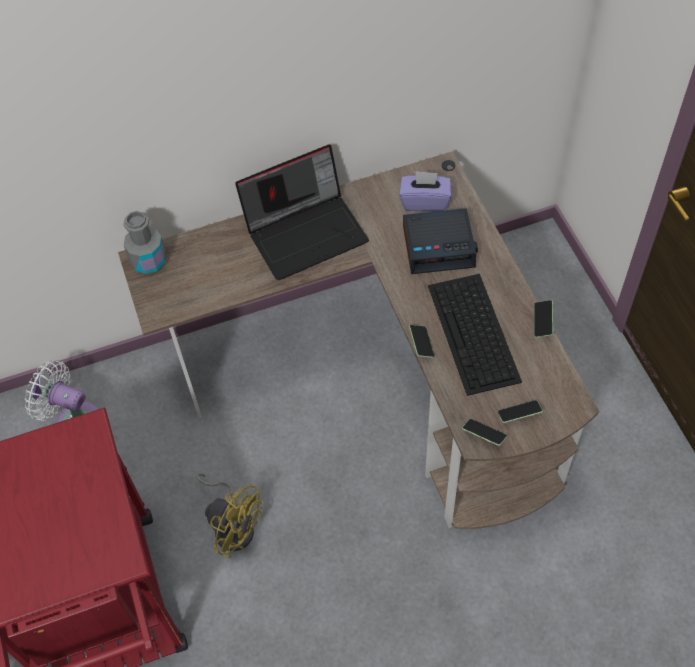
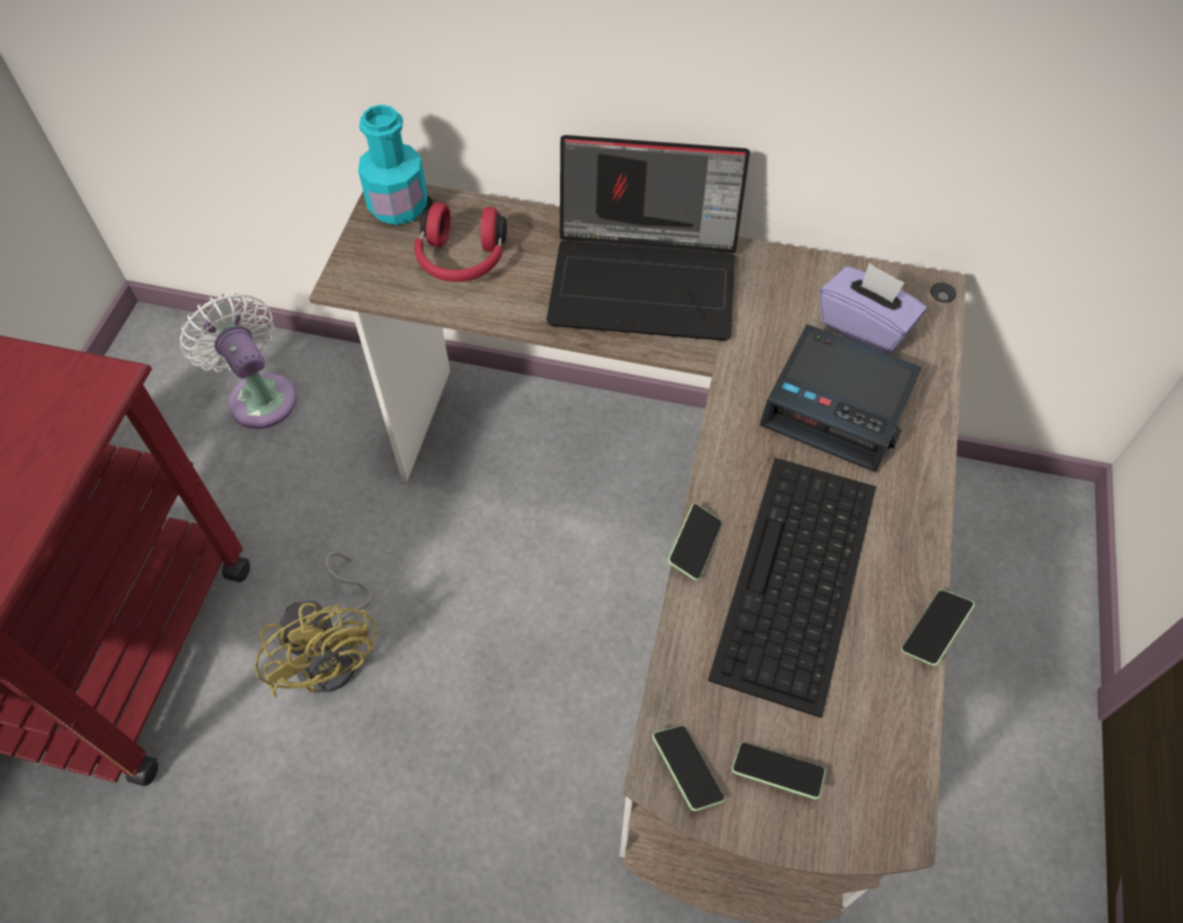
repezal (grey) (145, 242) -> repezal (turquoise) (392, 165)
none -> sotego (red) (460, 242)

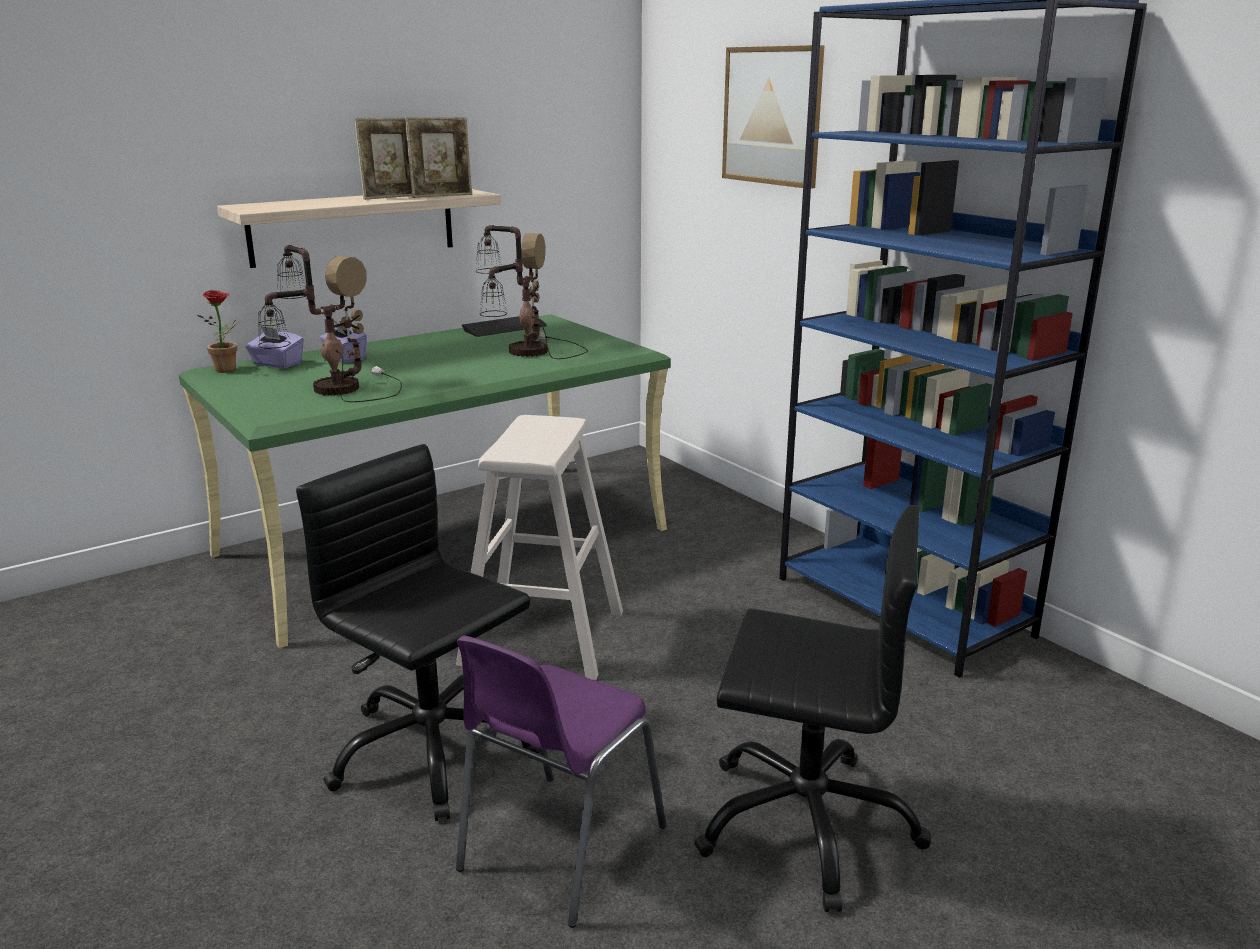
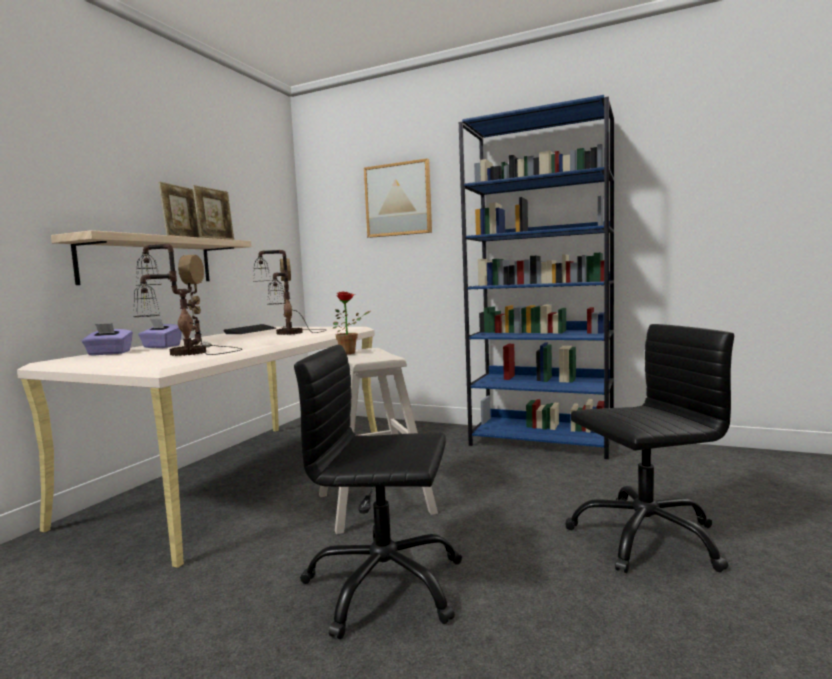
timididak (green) (425, 481) -> timididak (beige) (197, 447)
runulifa (219, 331) -> runulifa (352, 322), moved
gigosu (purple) (561, 781) -> none

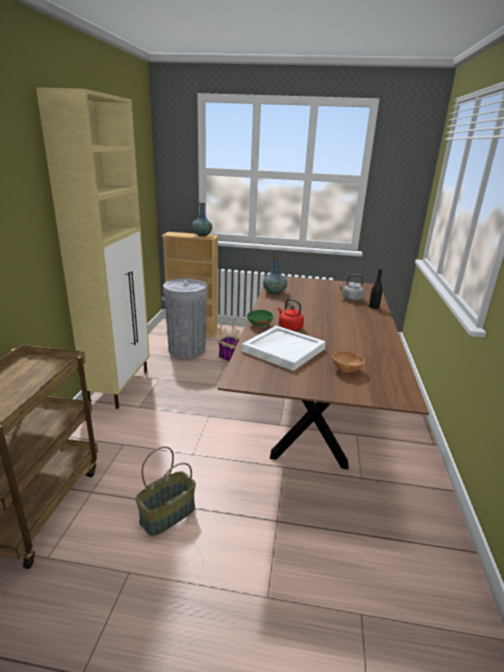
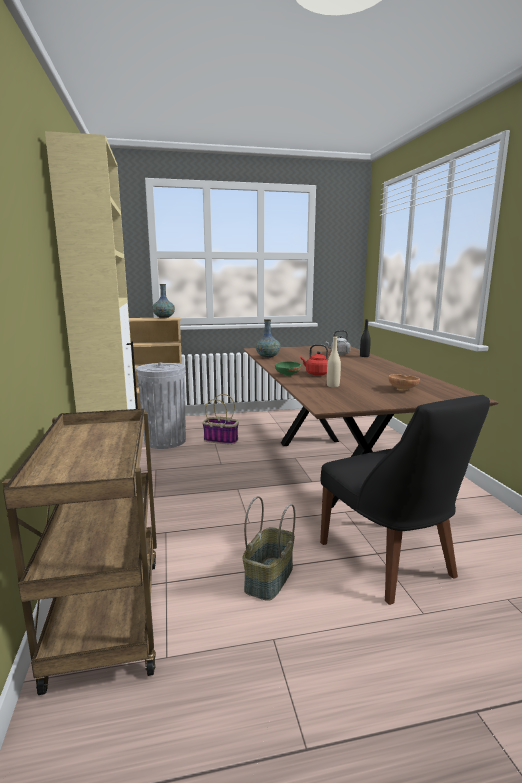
none -> gigosu (black) (405, 500)
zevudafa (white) (284, 348) -> repezal (beige) (334, 361)

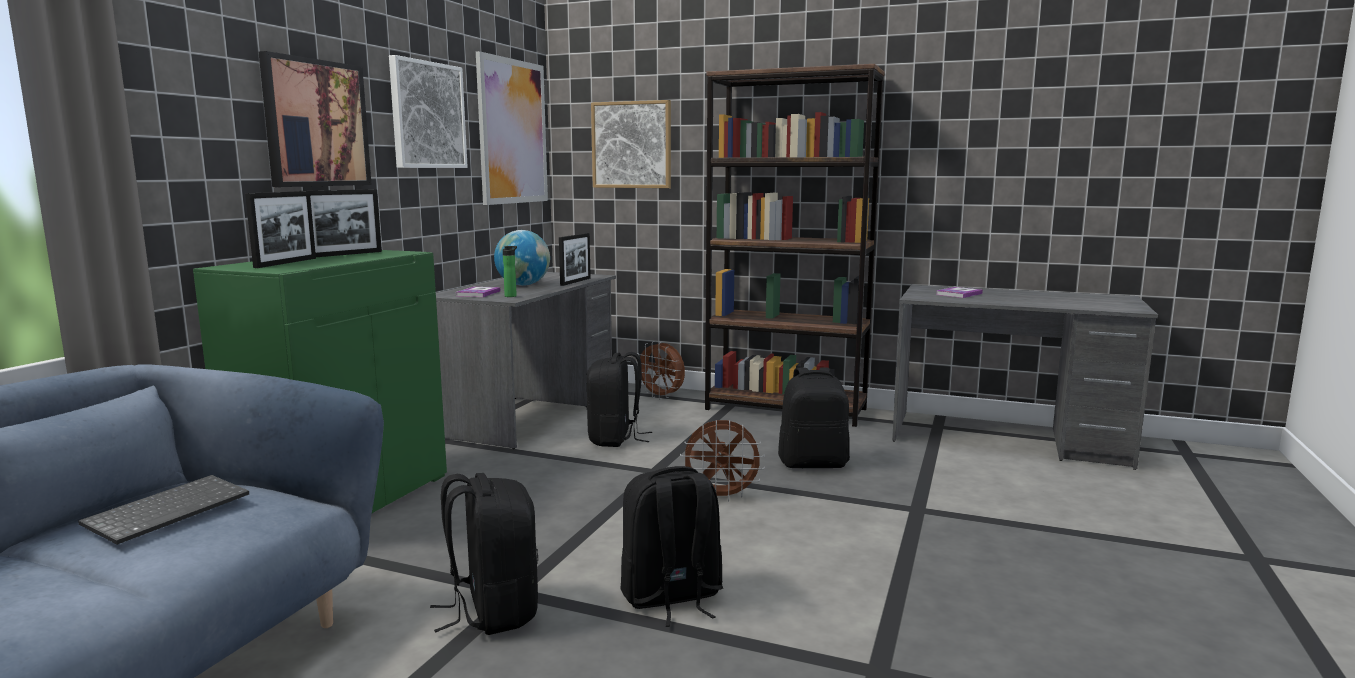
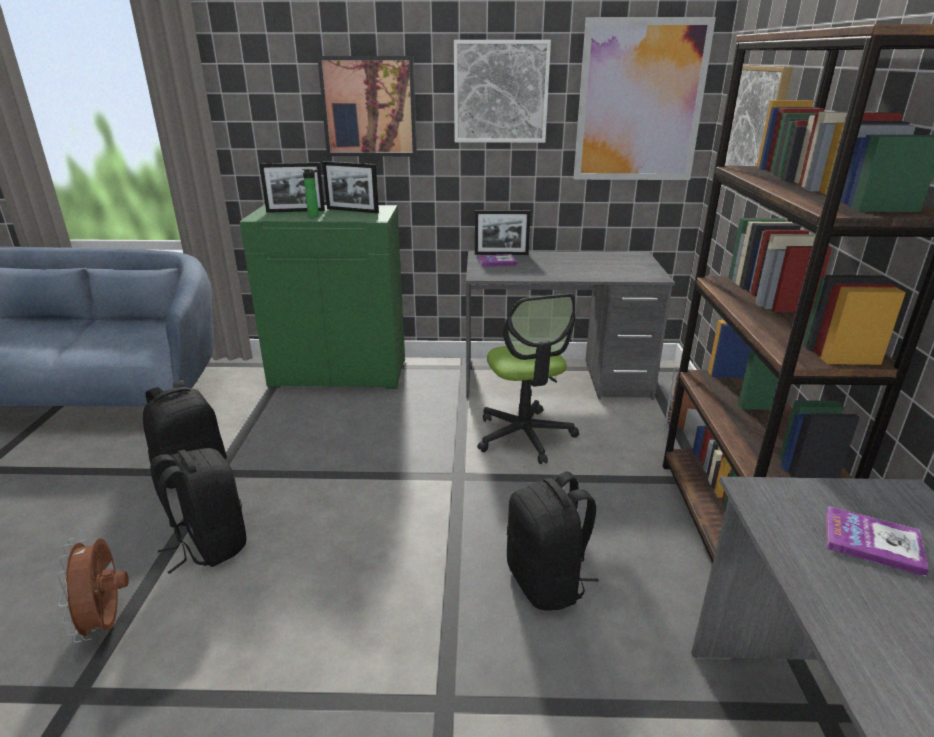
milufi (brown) (722, 461) -> milufi (brown) (93, 590), moved
repezal (510, 271) -> repezal (310, 192), moved
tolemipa (575, 259) -> tolemipa (503, 232), moved
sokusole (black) (619, 399) -> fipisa (528, 379)
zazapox (163, 510) -> none
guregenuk (522, 258) -> none

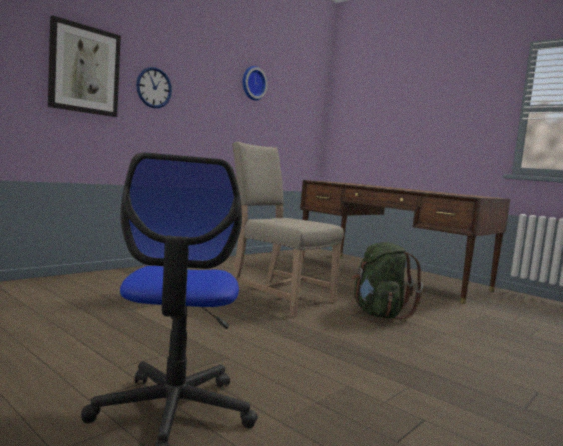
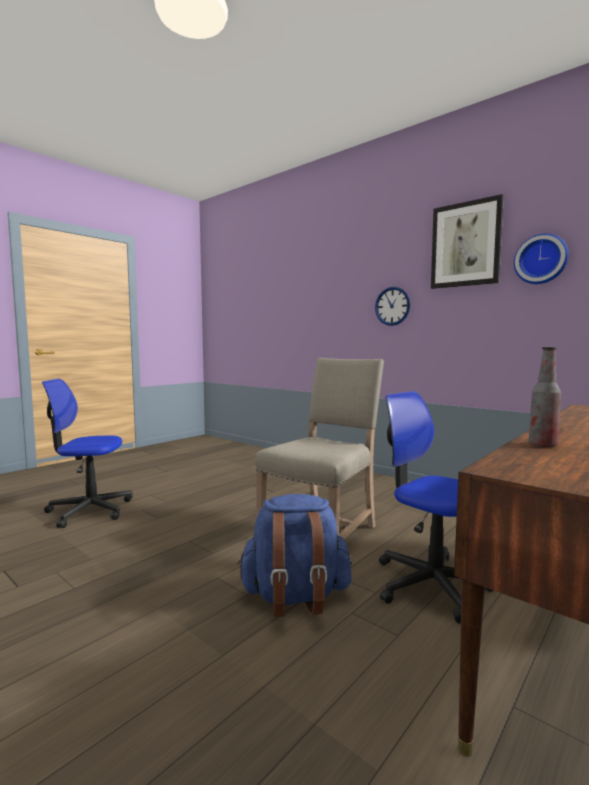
sokusole (green) (387, 280) -> sokusole (blue) (294, 555)
none -> fipisa (436, 507)
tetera (84, 66) -> tetera (467, 241), moved
none -> repezal (545, 397)

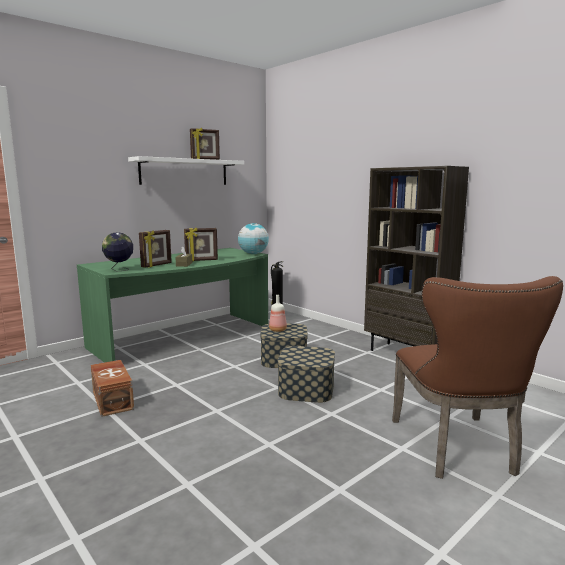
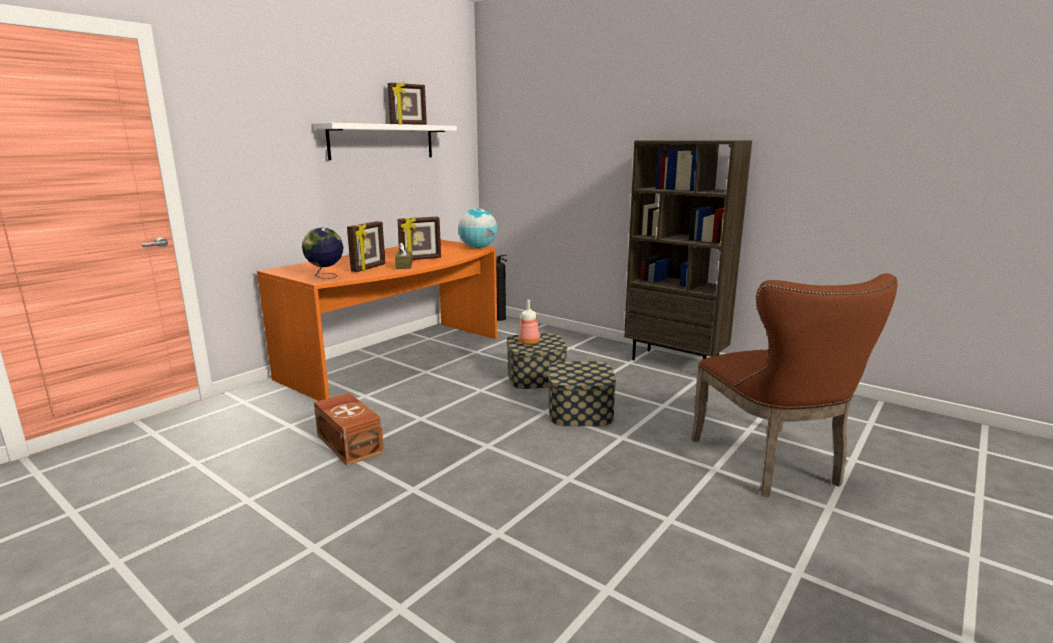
timididak (green) (172, 305) -> timididak (orange) (377, 320)

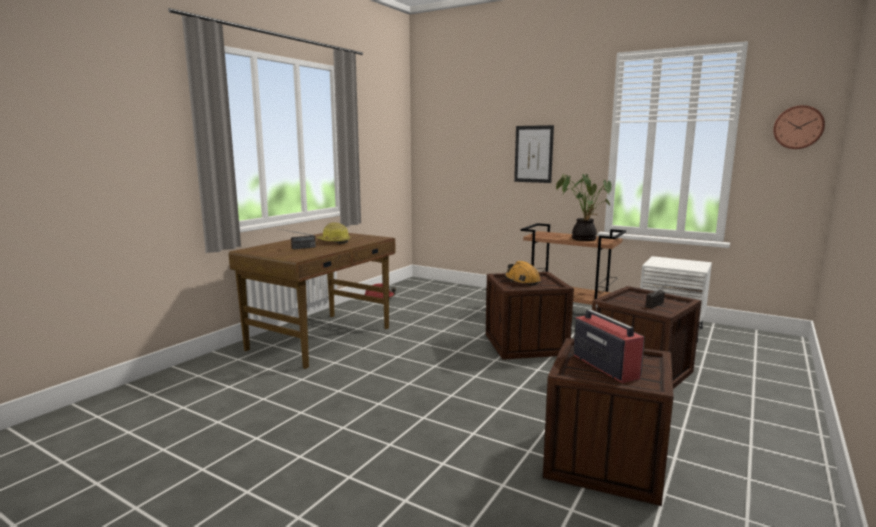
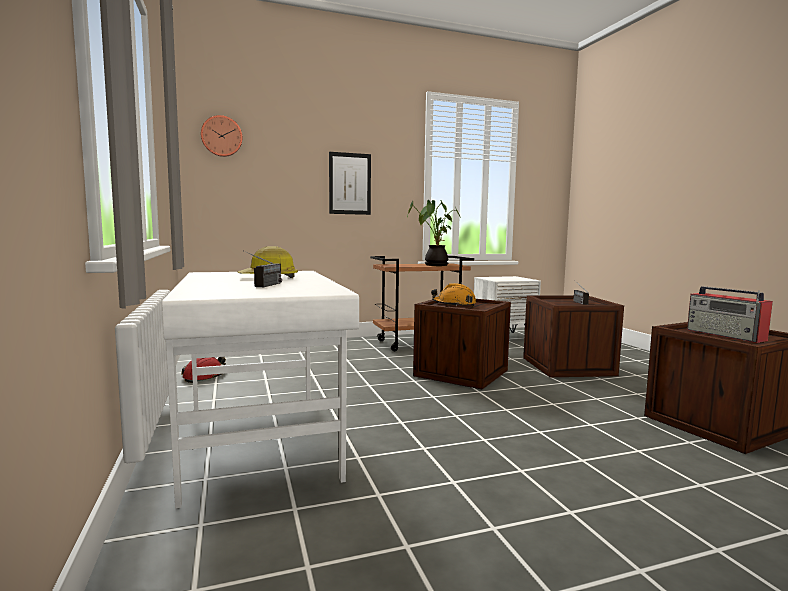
timididak (brown) (312, 301) -> timididak (white) (260, 390)
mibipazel (799, 127) -> mibipazel (221, 136), moved
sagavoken (609, 343) -> sagavoken (730, 314), 135 degrees counterclockwise

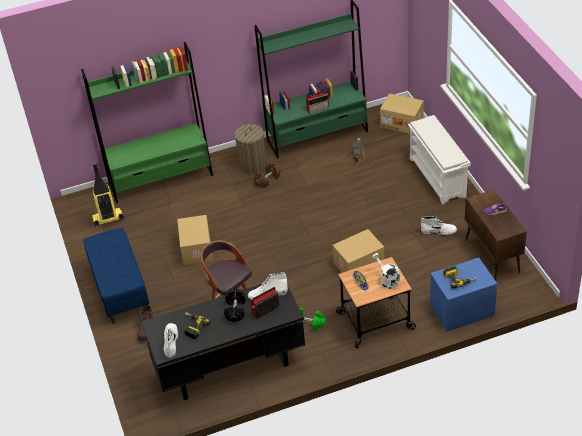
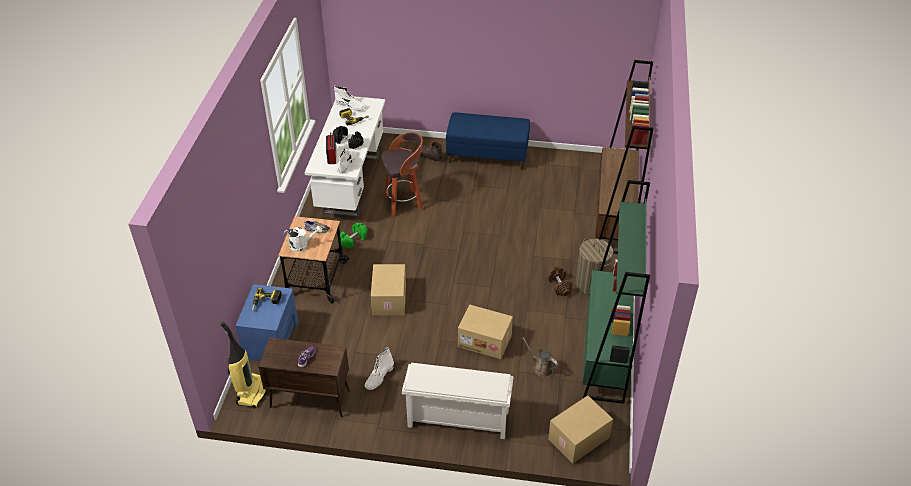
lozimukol (107, 194) -> lozimukol (244, 365), moved
timididak (black) (223, 341) -> timididak (white) (344, 157)
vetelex (195, 240) -> vetelex (485, 332), moved
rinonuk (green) (147, 123) -> rinonuk (brown) (624, 157)
sagavoken (317, 102) -> none

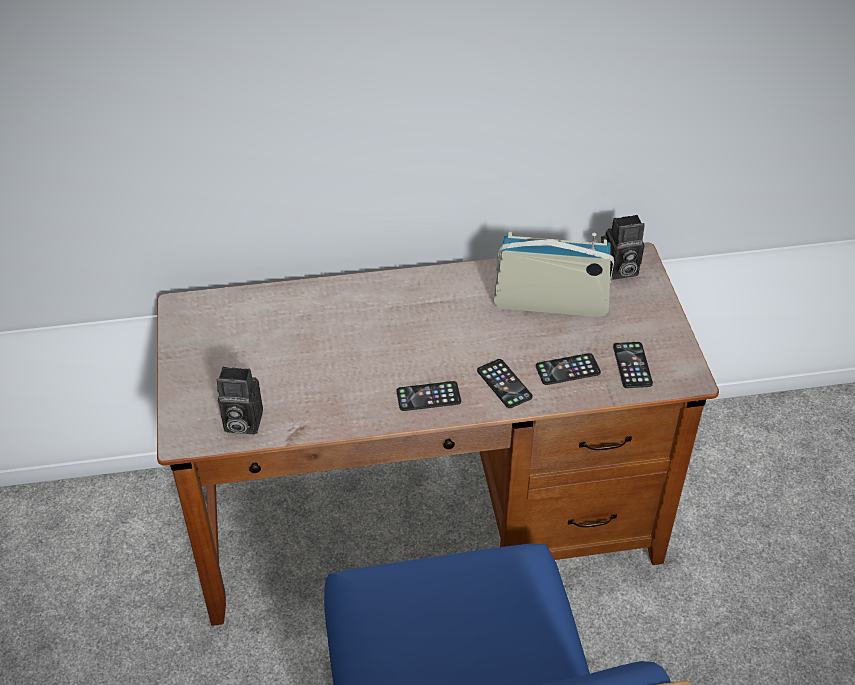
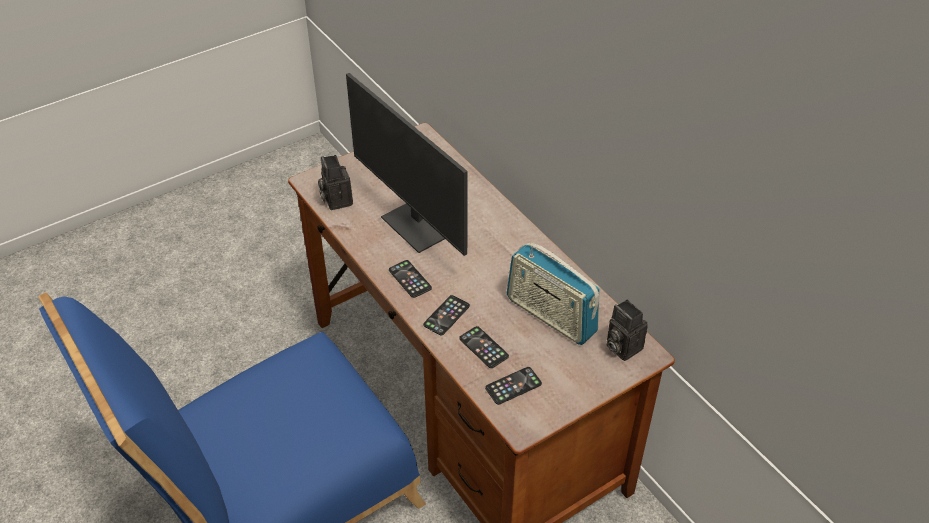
none -> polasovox (407, 164)
sagavoken (554, 274) -> sagavoken (553, 293), 150 degrees clockwise

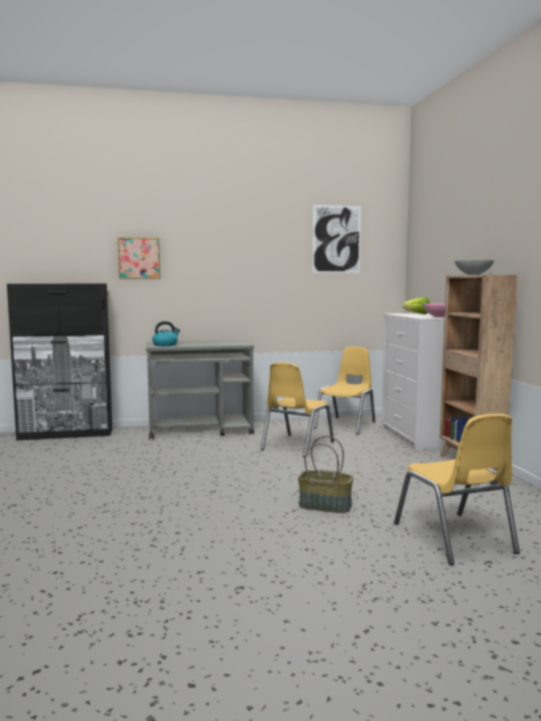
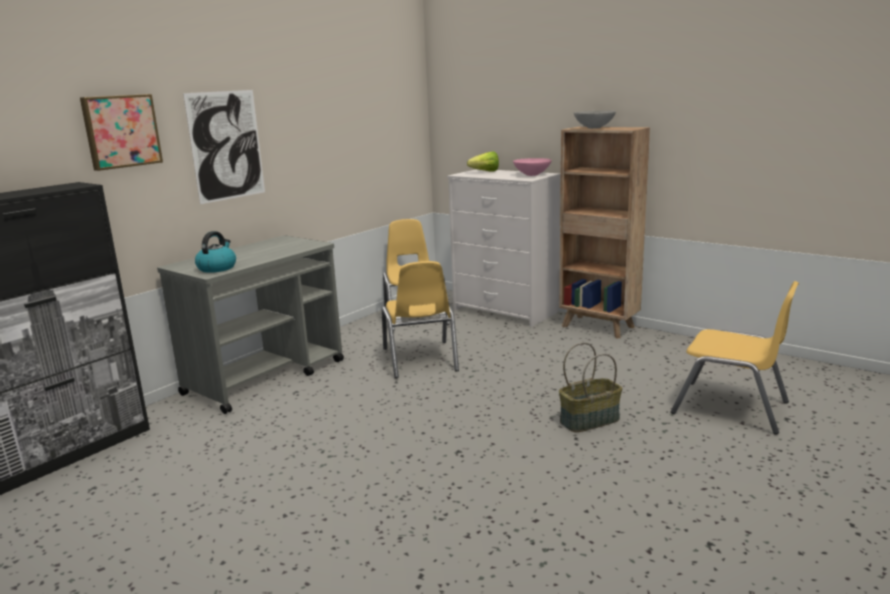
tetera (336, 239) -> tetera (224, 147), moved

